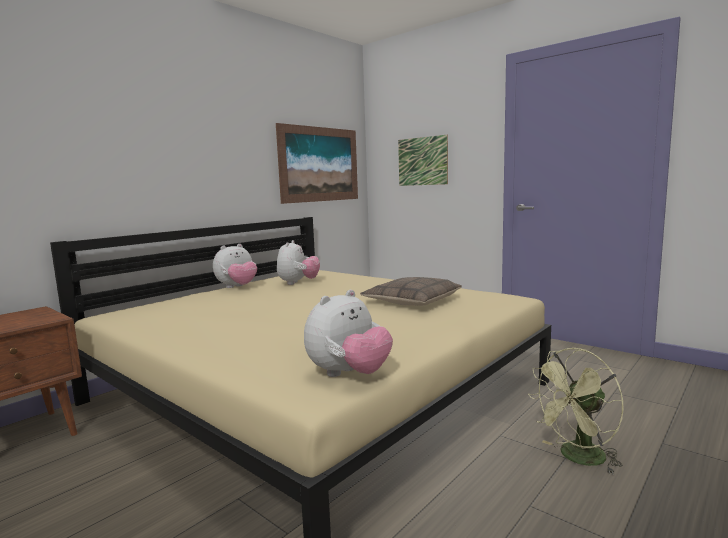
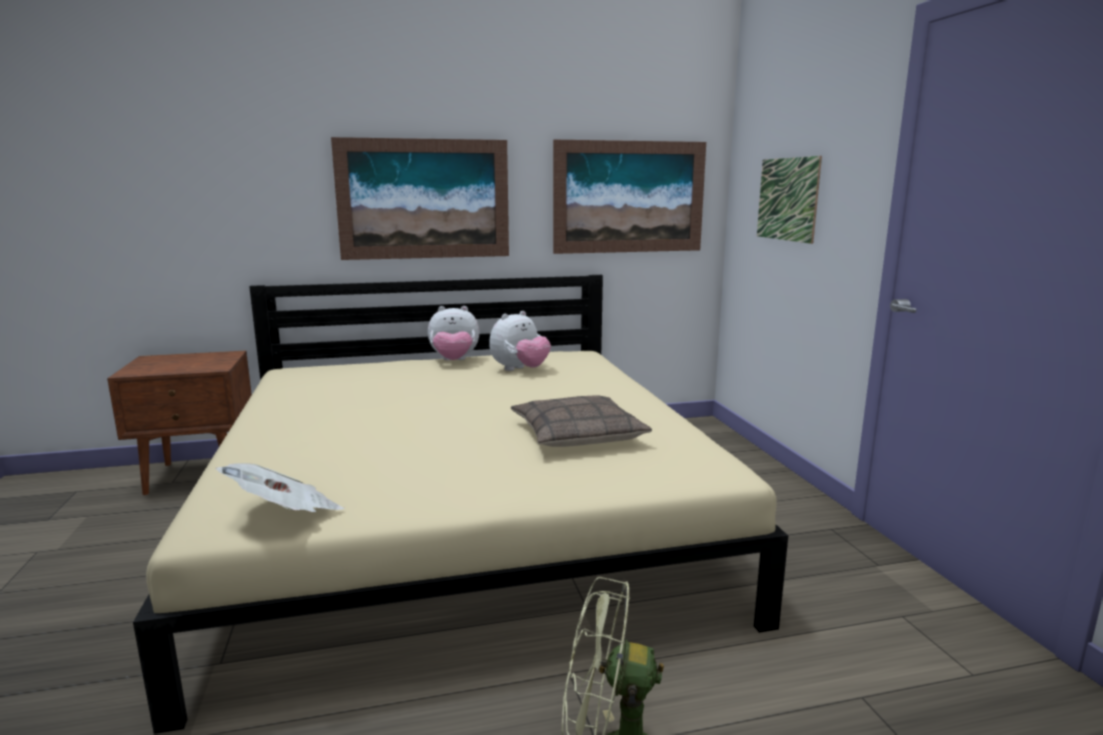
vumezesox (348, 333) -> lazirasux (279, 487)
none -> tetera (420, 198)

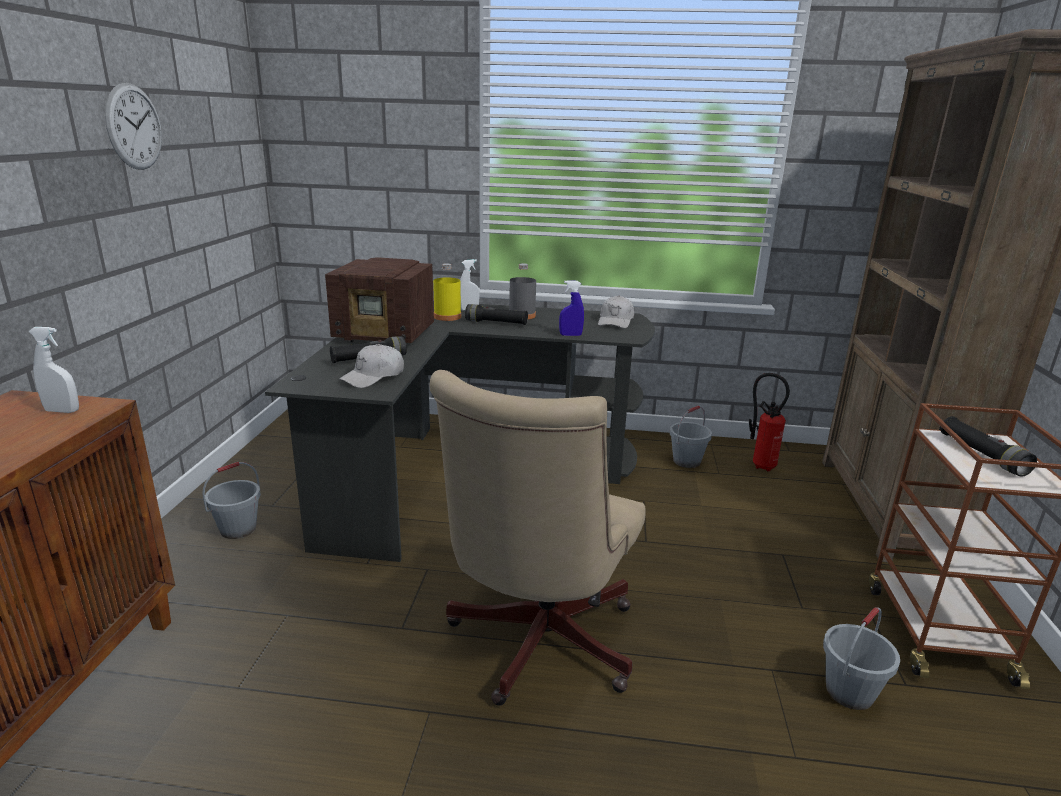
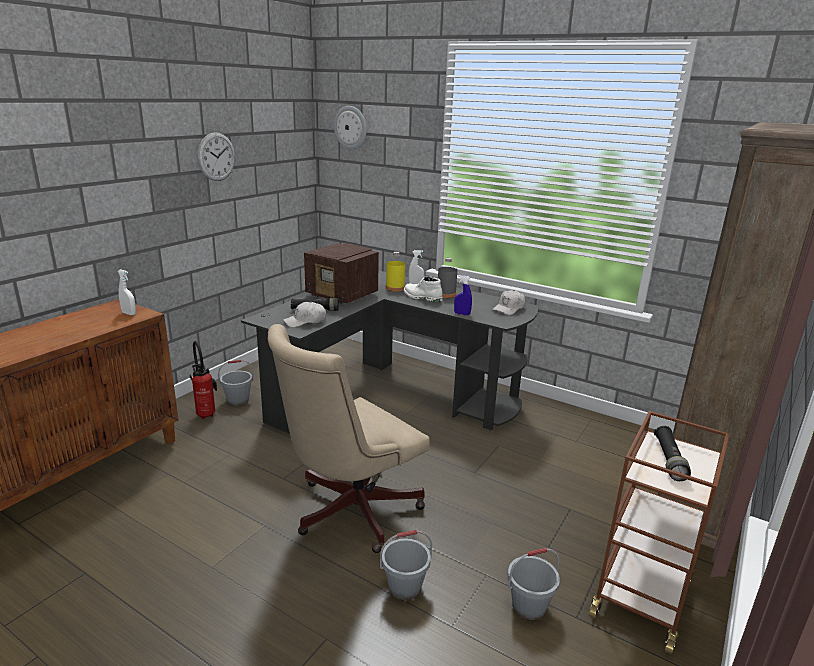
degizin (769, 422) -> degizin (203, 380), moved
none -> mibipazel (350, 127)
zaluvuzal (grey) (691, 437) -> zaluvuzal (grey) (406, 565), moved
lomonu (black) (496, 314) -> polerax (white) (423, 289)

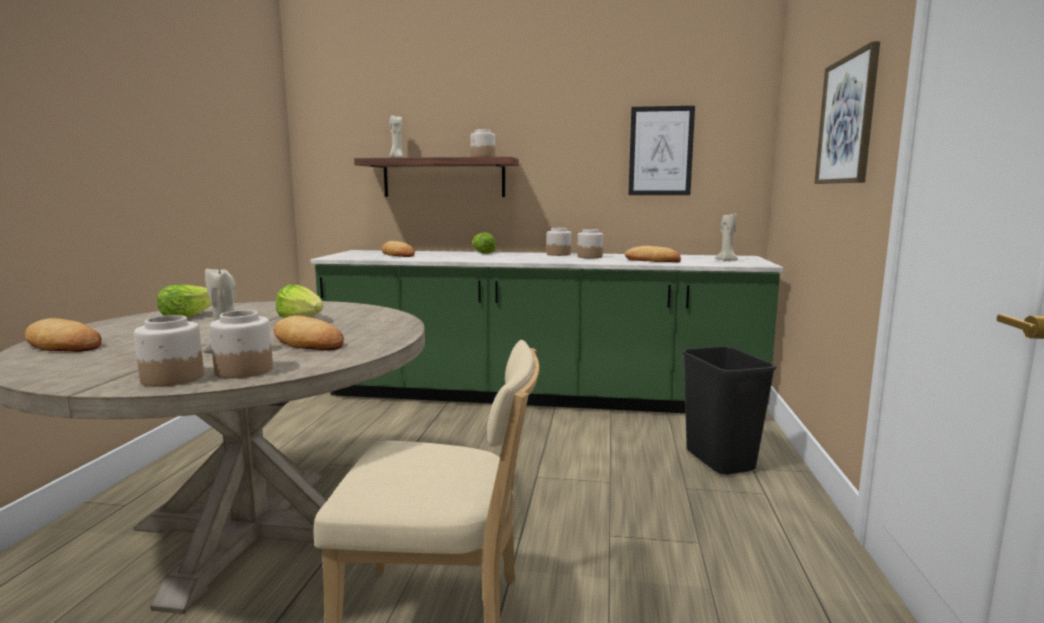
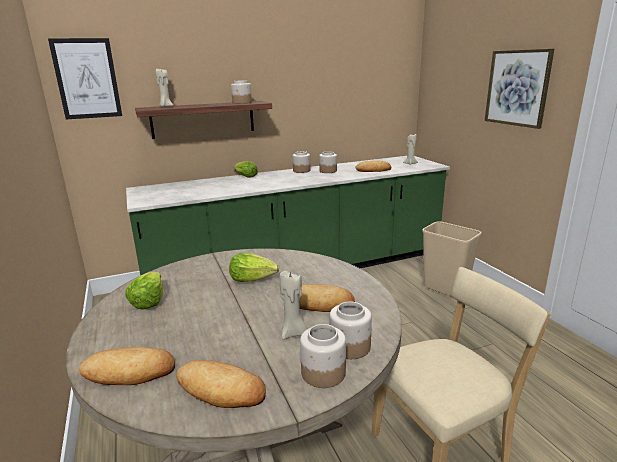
tetera (662, 150) -> tetera (85, 78), moved
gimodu (398, 249) -> gimodu (221, 384), moved
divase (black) (729, 410) -> divase (beige) (452, 259)

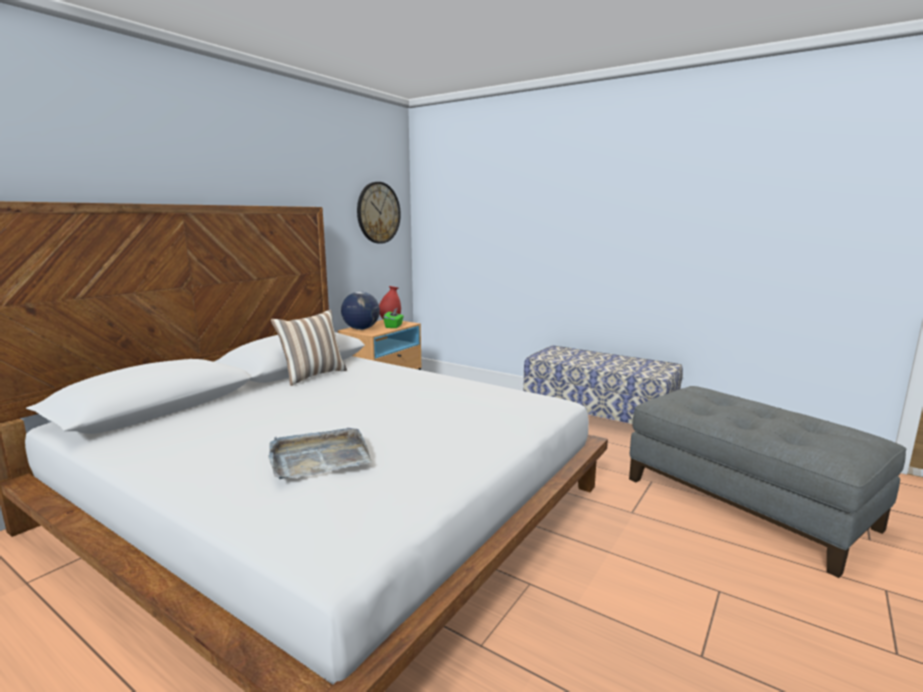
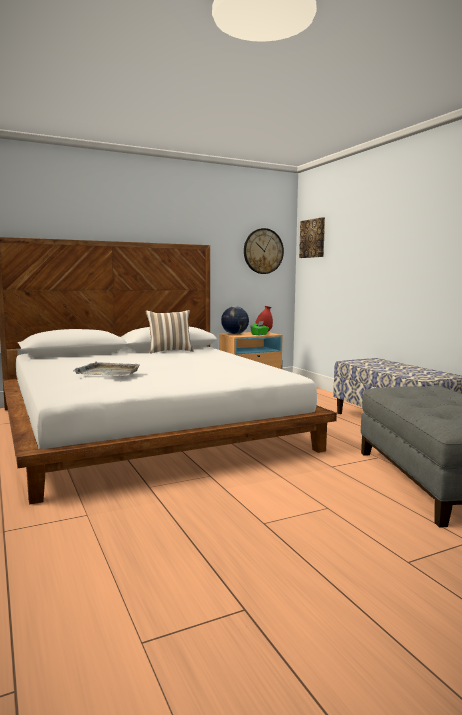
none -> tetera (312, 237)

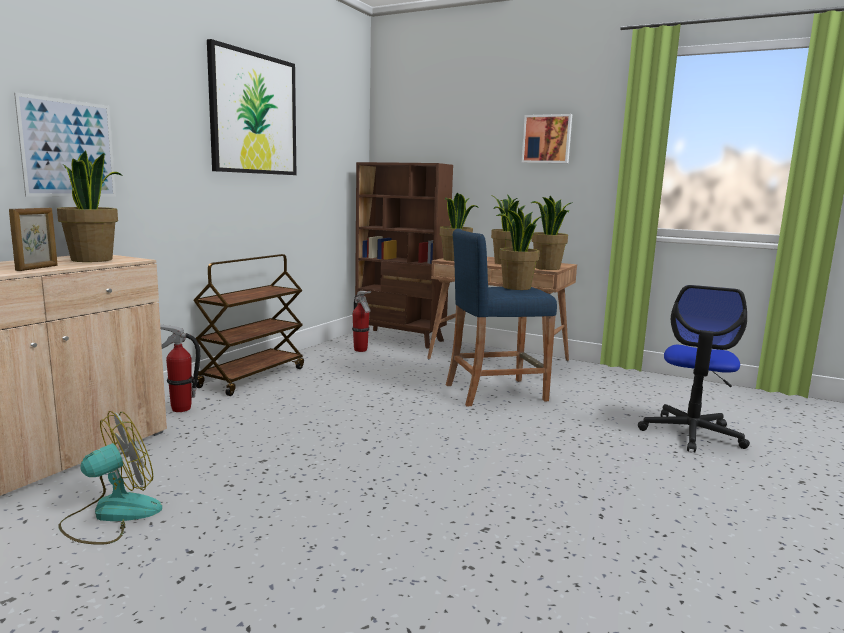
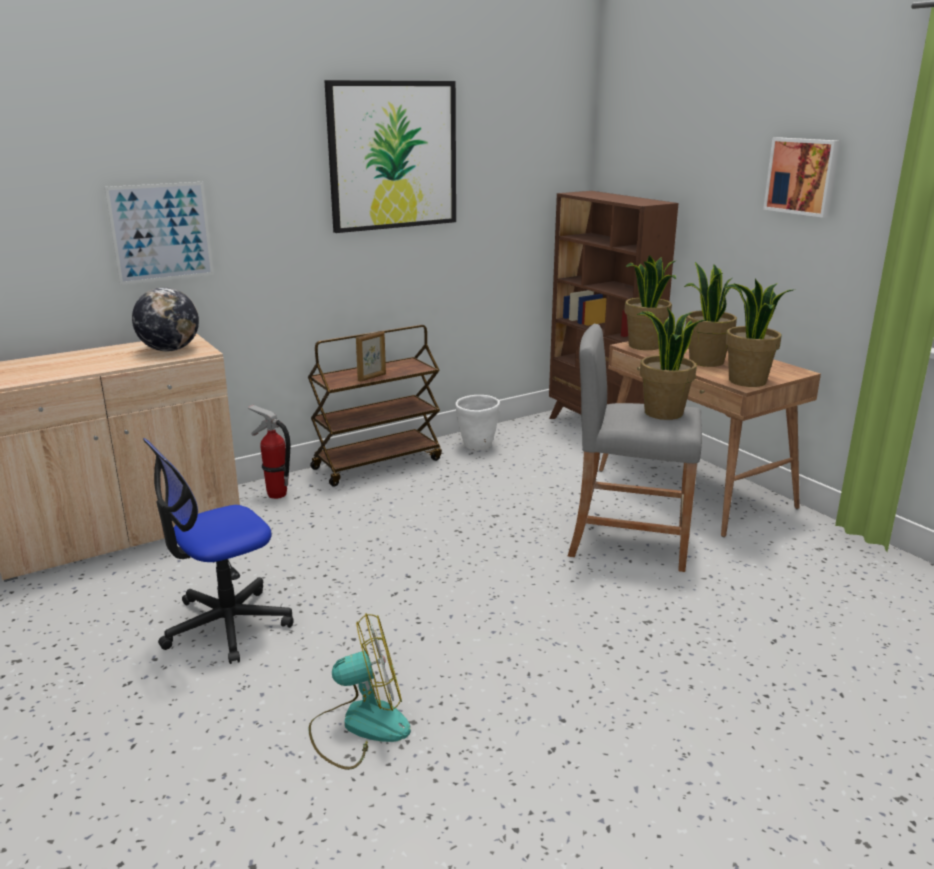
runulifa (90, 206) -> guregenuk (165, 319)
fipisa (694, 368) -> fipisa (218, 551), moved
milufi (110, 478) -> milufi (360, 691), moved
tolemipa (33, 239) -> tolemipa (371, 356), moved
none -> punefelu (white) (477, 422)
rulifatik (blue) (501, 318) -> rulifatik (grey) (635, 448)
degizin (361, 321) -> none

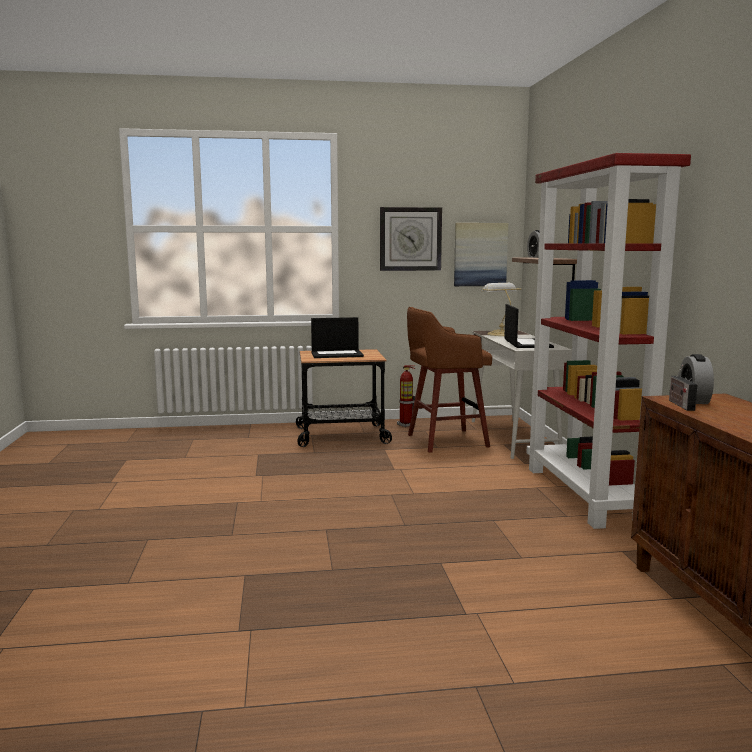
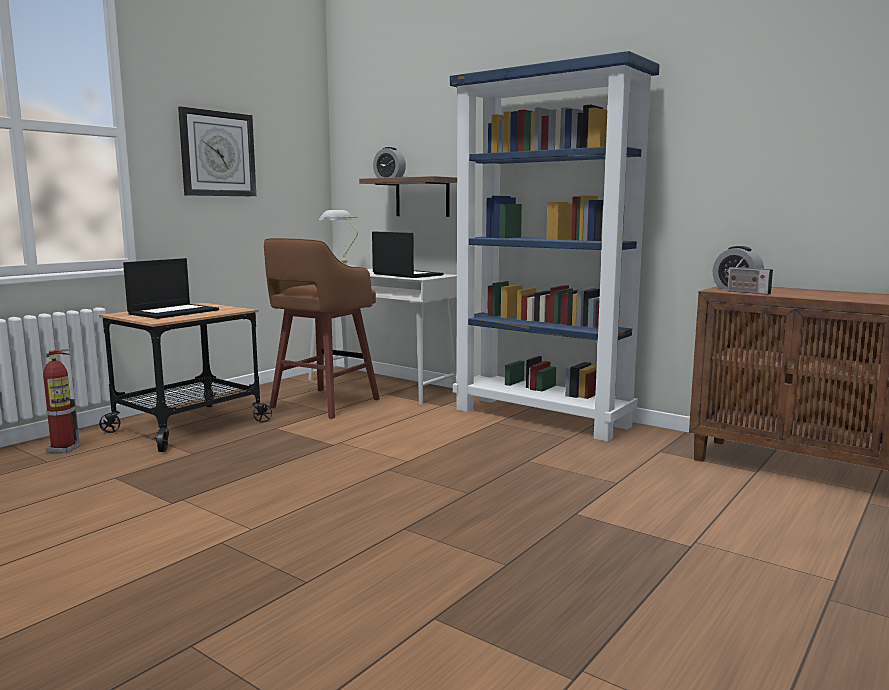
degizin (406, 396) -> degizin (61, 401), moved
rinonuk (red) (609, 341) -> rinonuk (blue) (555, 246)
tetera (481, 254) -> none

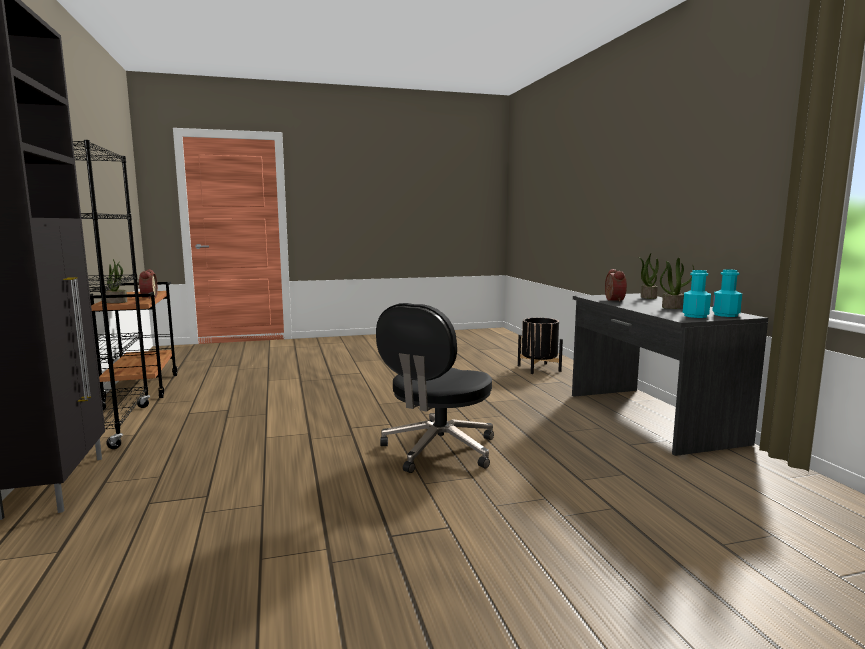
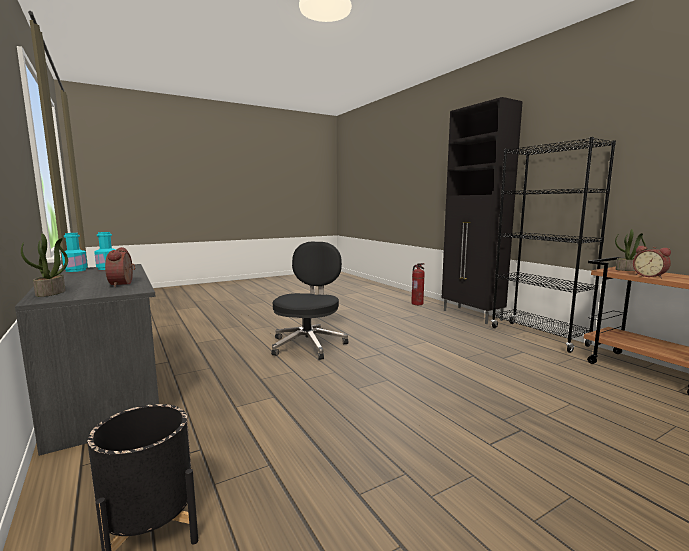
none -> degizin (418, 284)
runulifa (677, 283) -> none

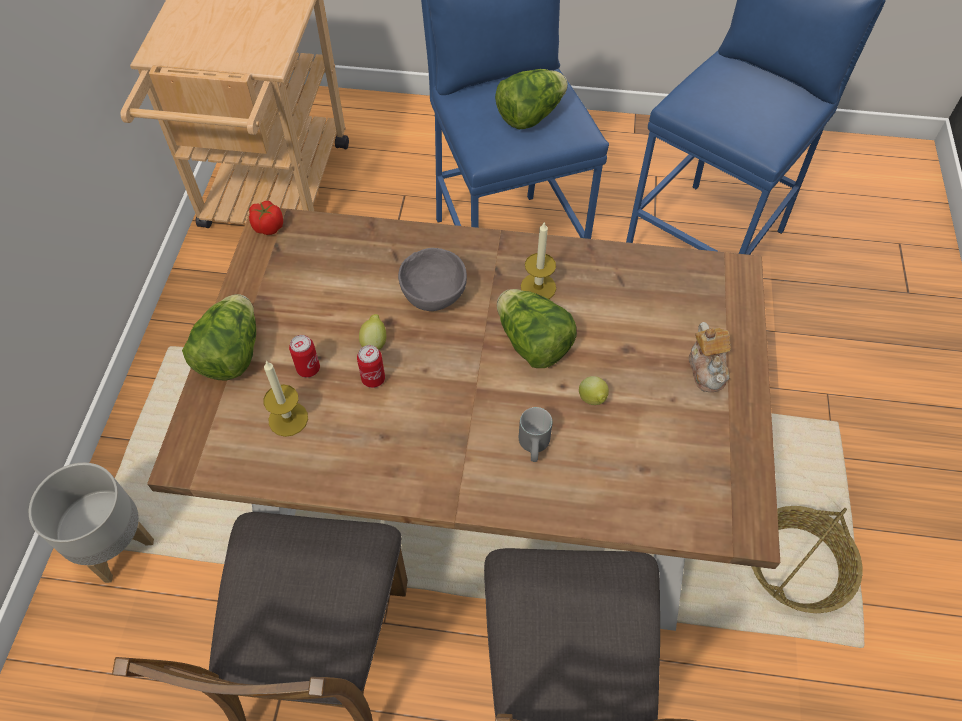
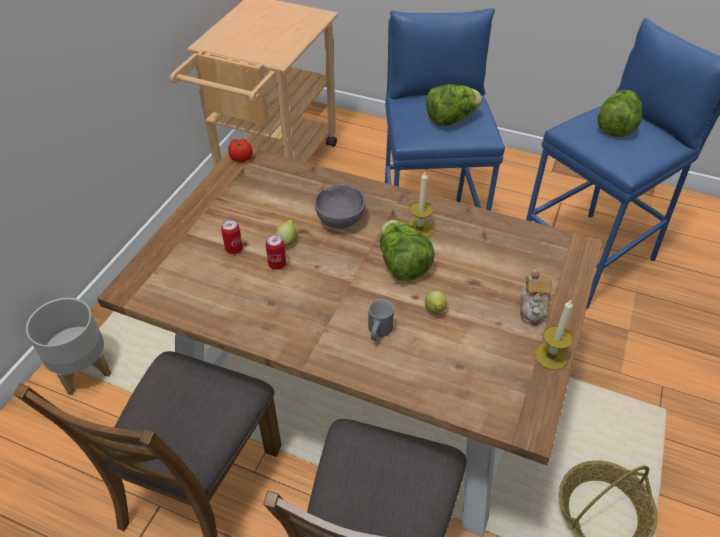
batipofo (285, 399) -> batipofo (554, 335), moved
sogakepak (219, 337) -> sogakepak (620, 113), moved

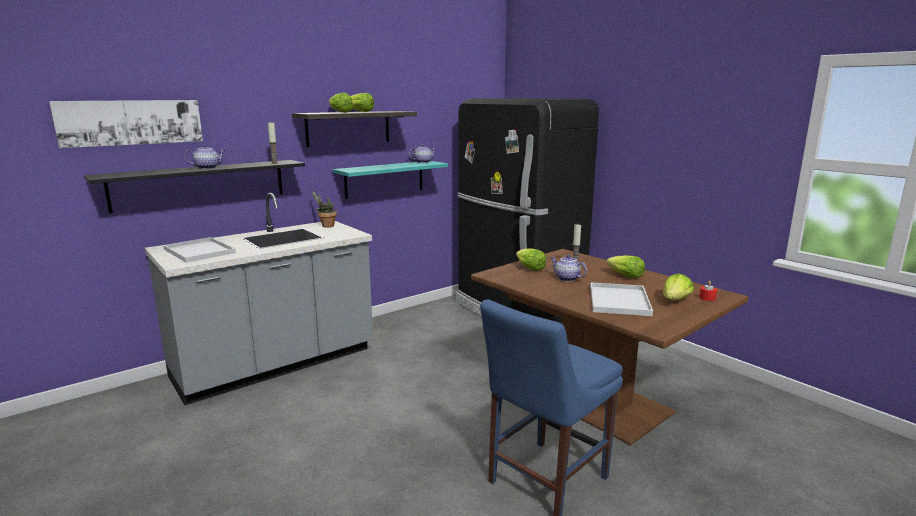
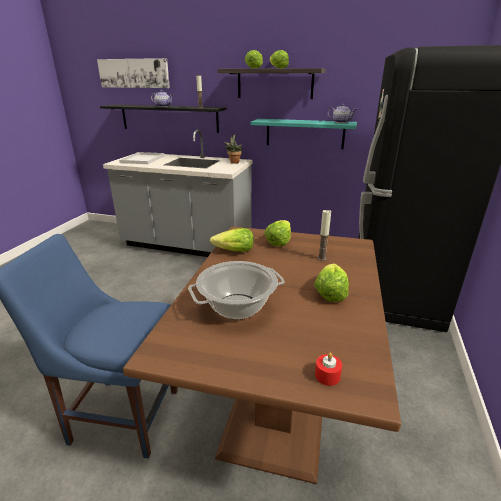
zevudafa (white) (621, 299) -> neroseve (236, 290)
sogakepak (678, 287) -> sogakepak (232, 240), moved
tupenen (569, 268) -> none

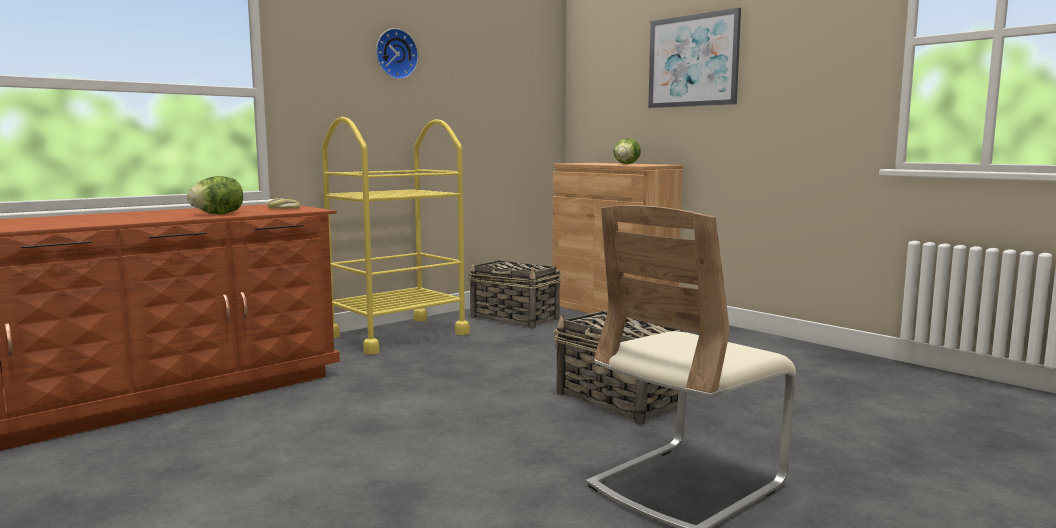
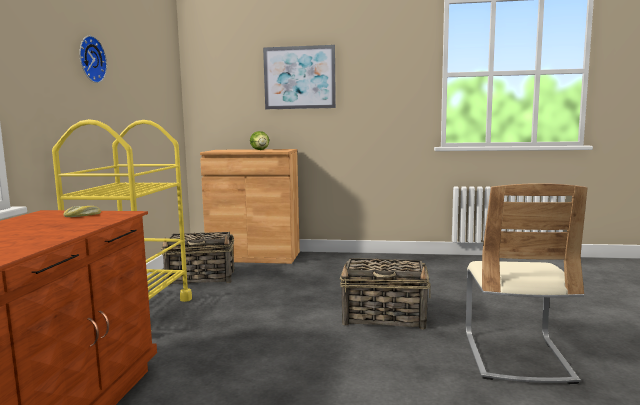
sogakepak (215, 195) -> none

